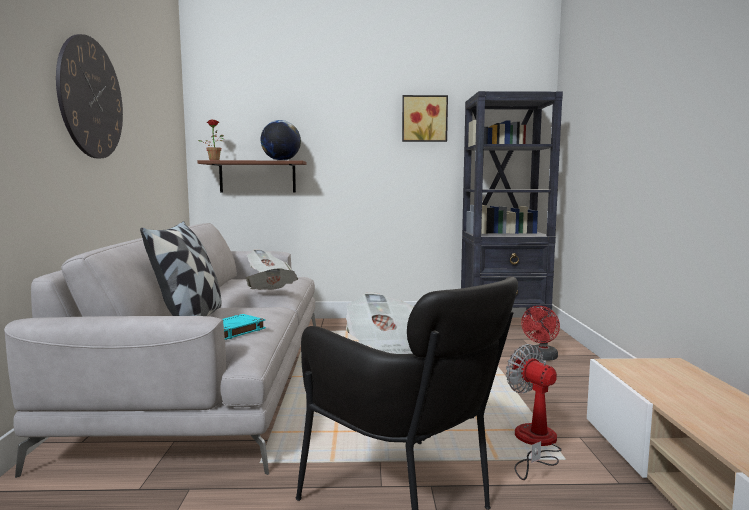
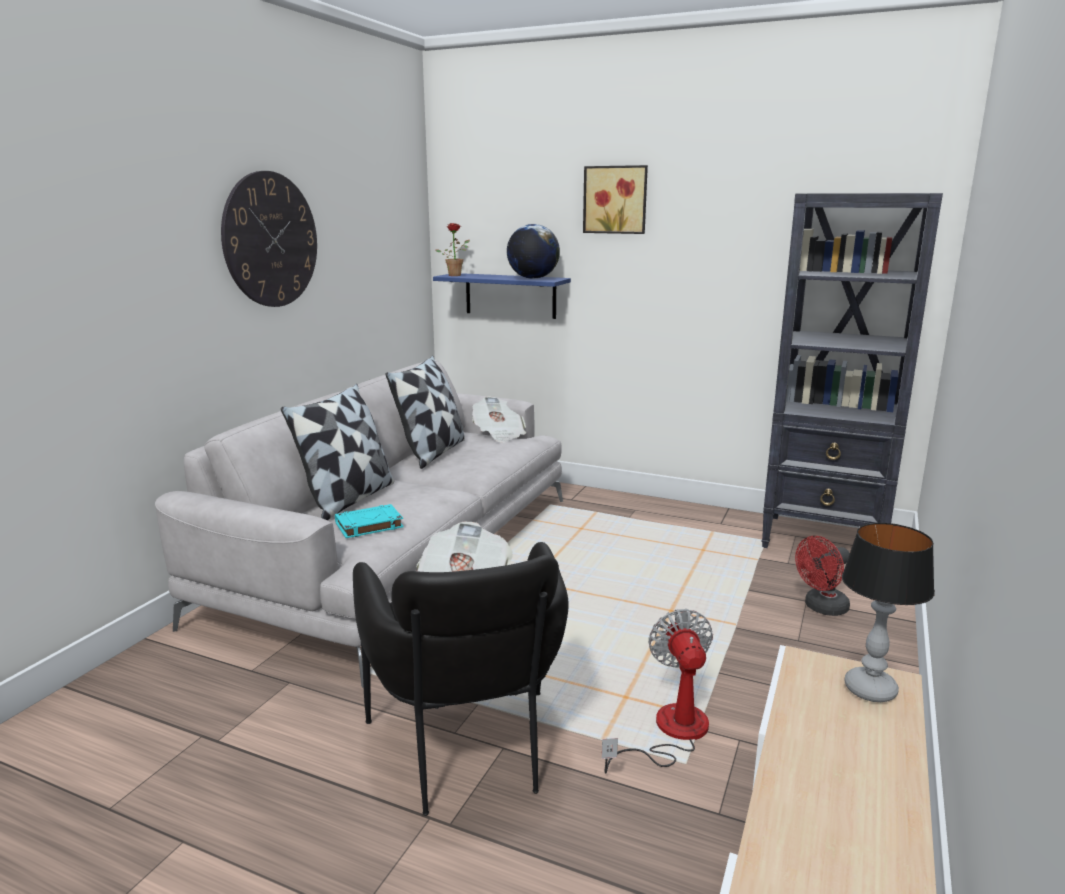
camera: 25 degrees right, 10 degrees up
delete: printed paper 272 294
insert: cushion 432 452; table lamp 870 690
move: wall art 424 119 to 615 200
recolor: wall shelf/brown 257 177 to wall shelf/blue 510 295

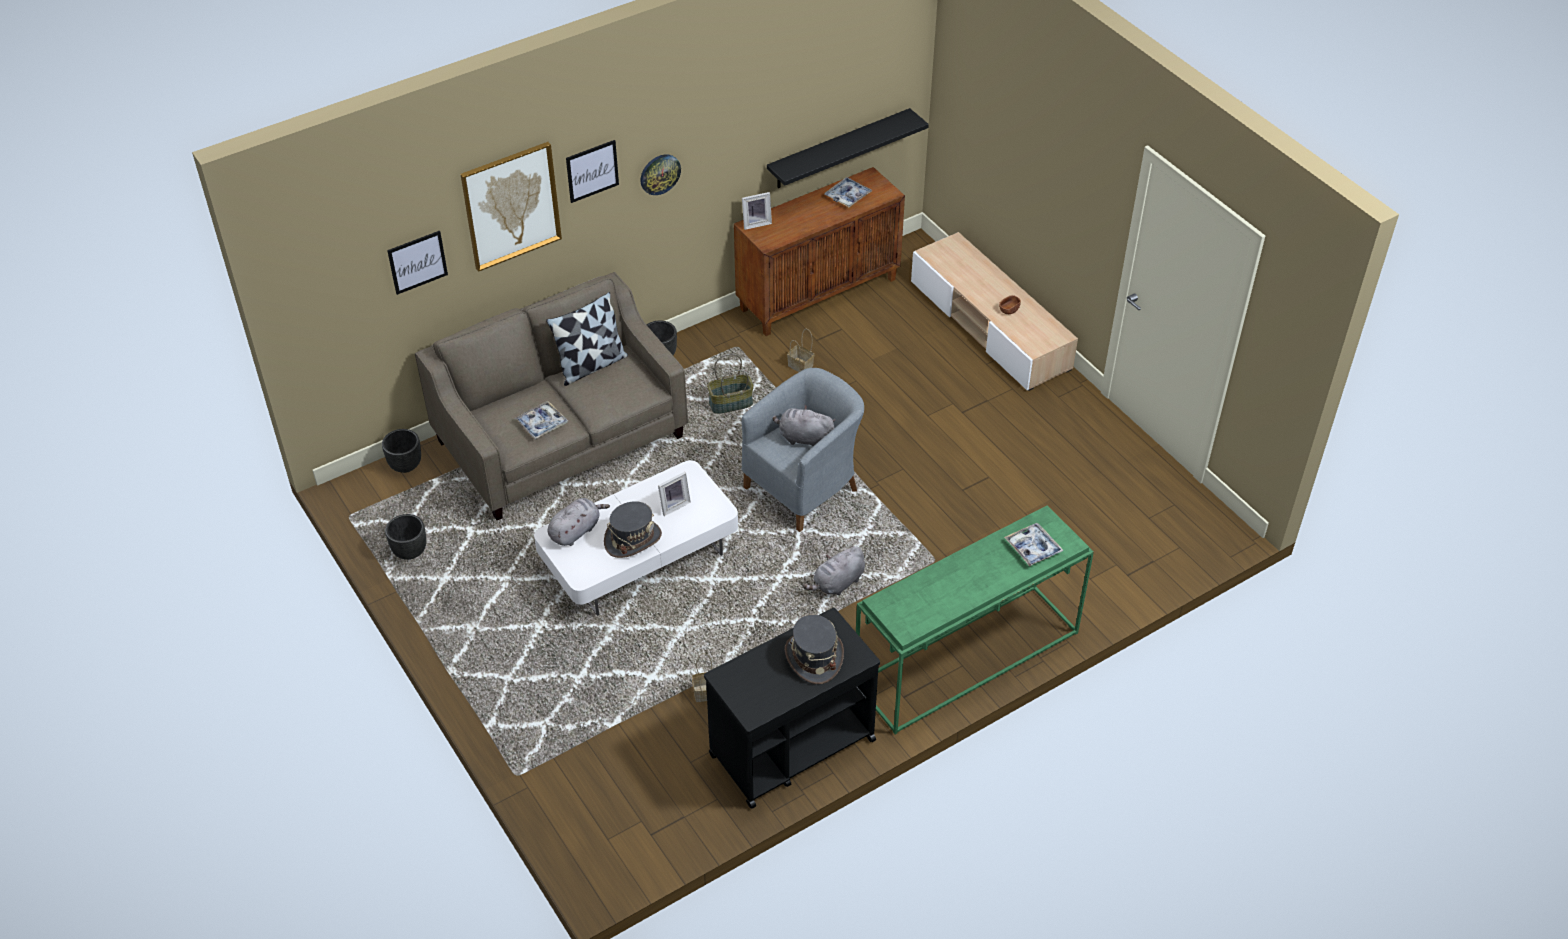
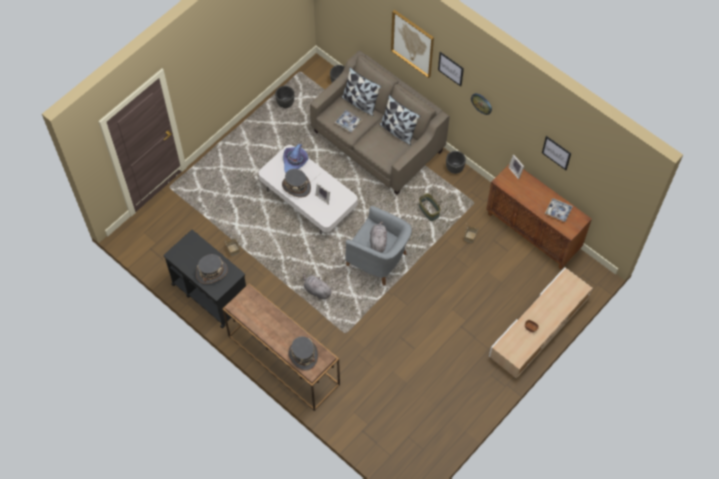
camera: 75 degrees right, 15 degrees up
delete: wall shelf/blackish 839 149
insert: cushion 360 103
move: wall art 417 262 to 556 152
replace: plush toy/greyish 576 531 to hat/purple 295 161; carrying tray 1033 548 to hat/greyish 303 355
recolor: narrow table/green-coloured 966 660 to narrow table/brown 282 360

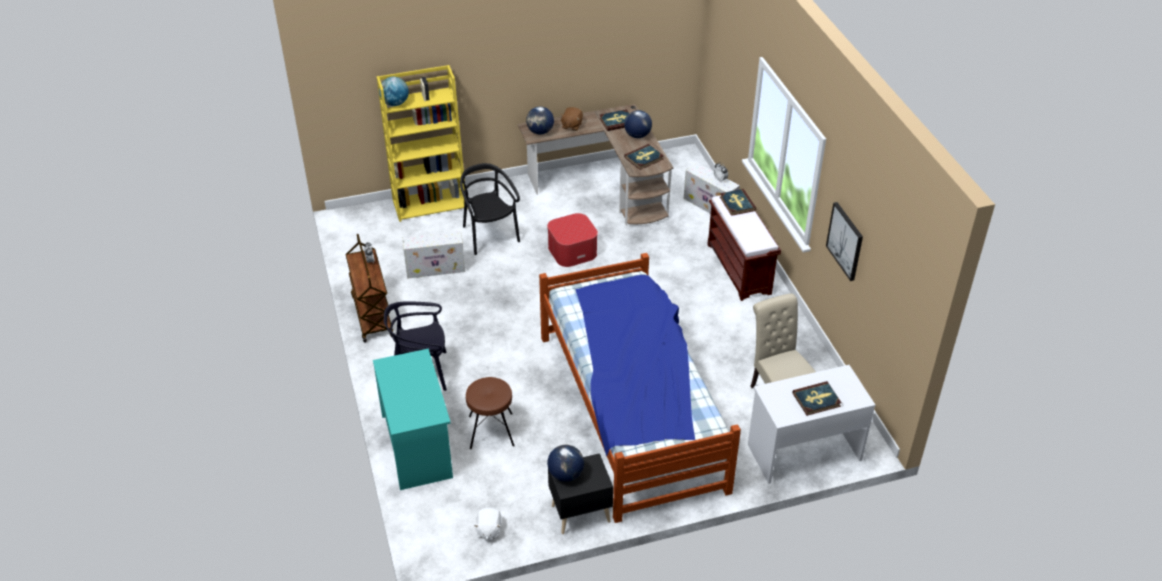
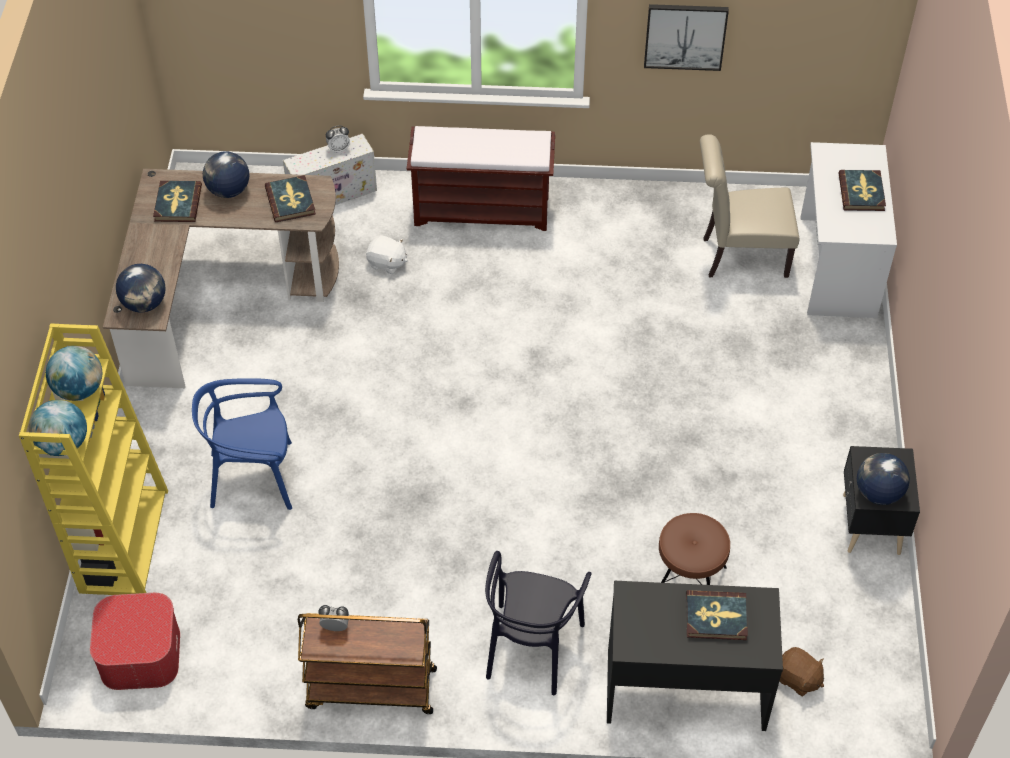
camera: 70 degrees left, 10 degrees up
delete: storage box/whitish 436 269; sleeping bed 632 410
insert: globe 79 390
move: footrest 572 250 to 140 653; plush toy/whitish 488 530 to 387 263; volume 737 204 to 716 617; plush toy/brown 571 125 to 798 679
recolor: upright chair/blackish 489 235 to upright chair/blue 253 477; desk/blue-green 418 445 to desk/blackish 685 688

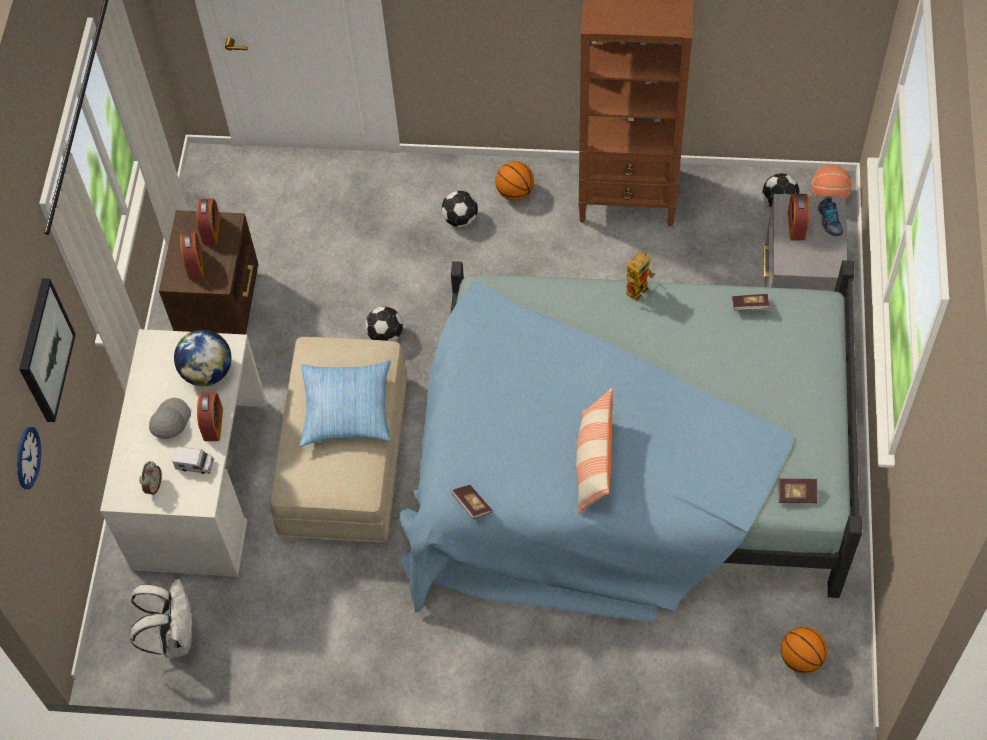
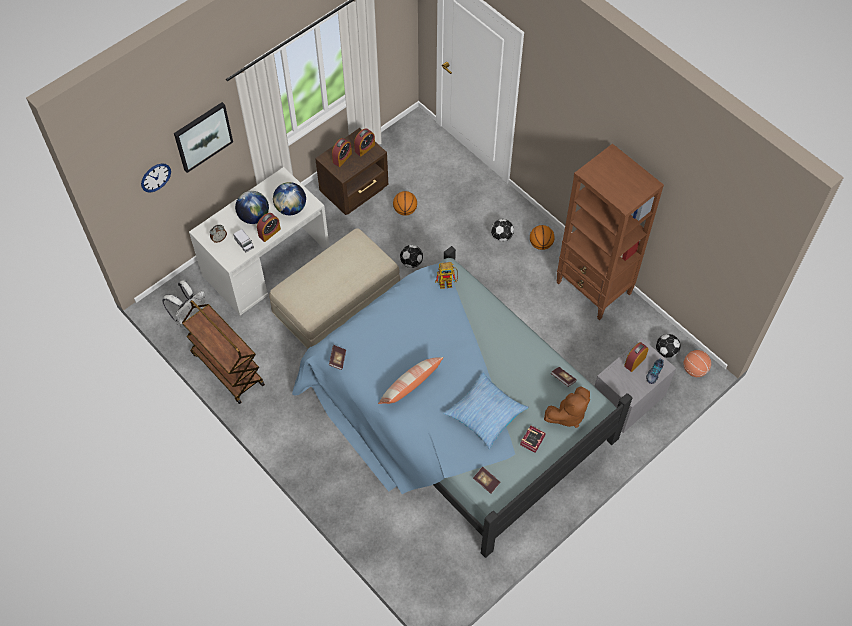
camera: 40 degrees right, 0 degrees up
insert: trolley/brown 227 369; volume 533 439; plush toy/brown 568 415
move: basketball ball 801 658 to 405 210; model robot 638 287 to 448 283; cushion 347 409 to 485 414
replace: peaked cap/greyish 169 421 to globe 254 217

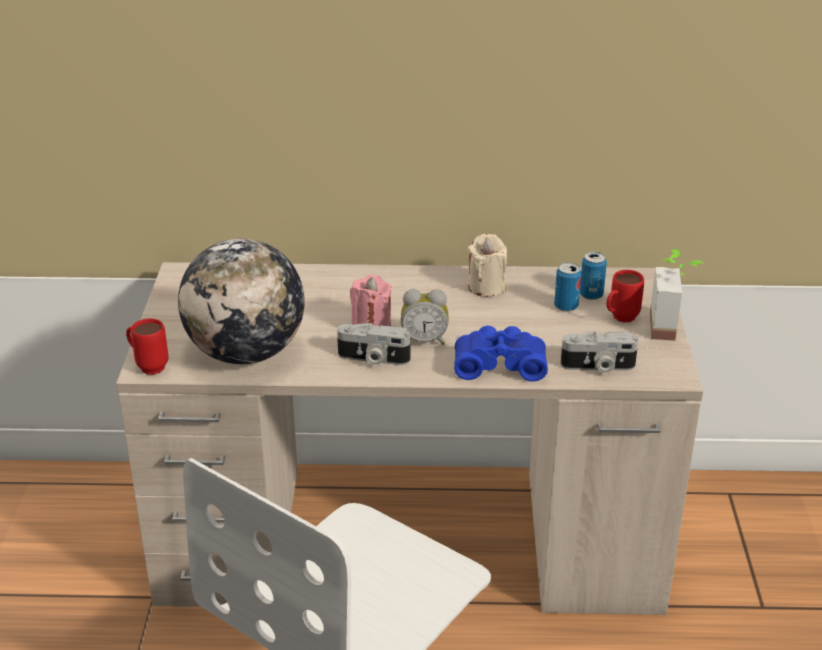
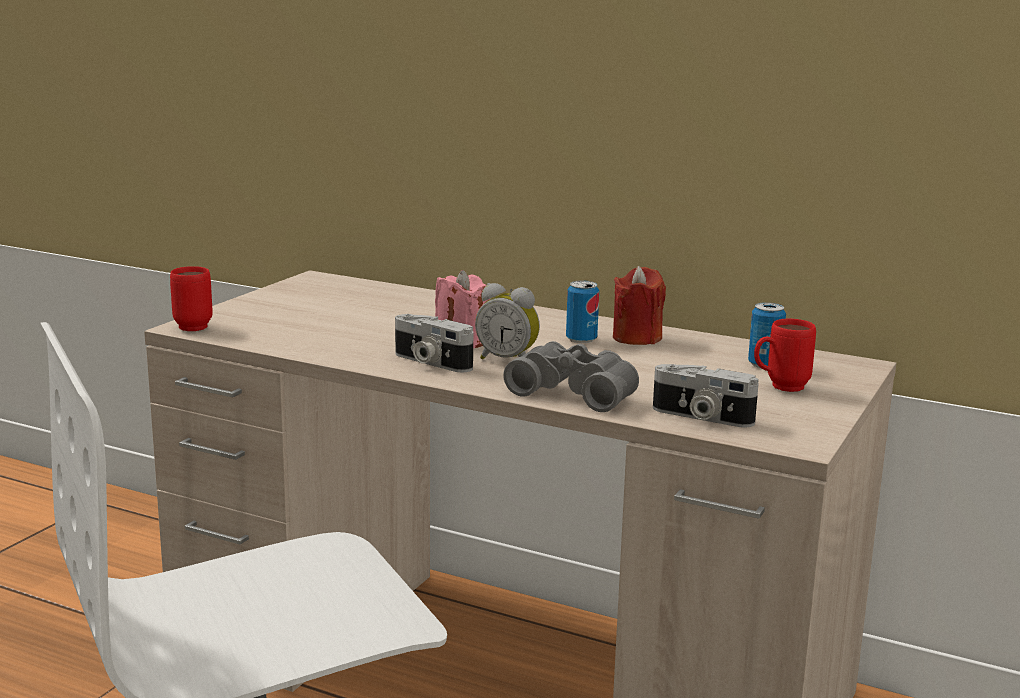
camera: 25 degrees right, 15 degrees down
delete: globe 246 353; potted plant 672 327
move: sealed can 566 306 to 581 339
recolor: field glasses/blue 499 363 to field glasses/greyish 575 392; candle/beige 486 287 to candle/red 637 338

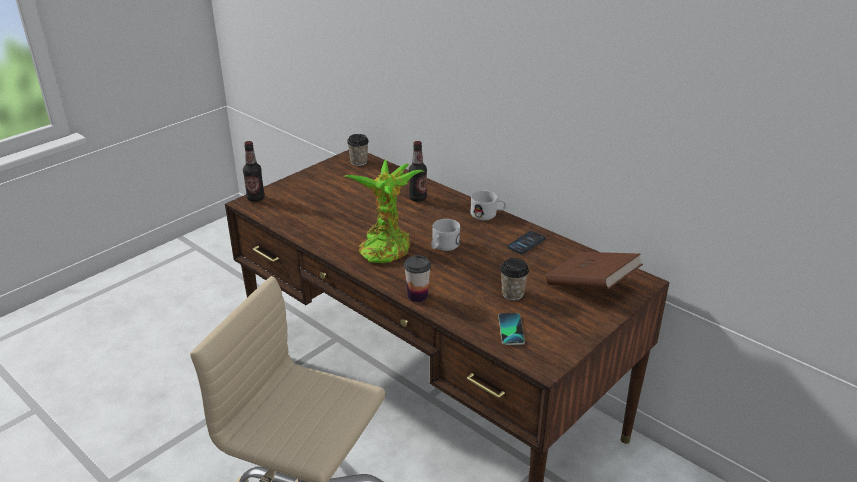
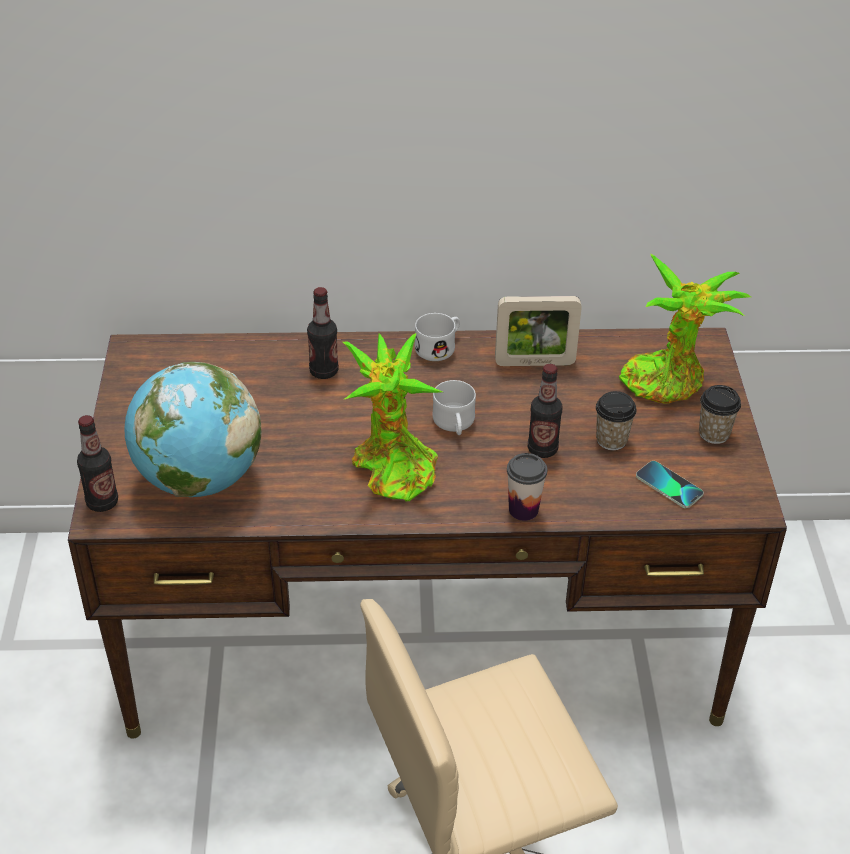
camera: 45 degrees left, 10 degrees up
insert: globe 198 479; beverage bottle 542 449
move: cup 359 162 to 714 433
replace: telephone 526 243 to standing frame 534 363; volume/brown 591 286 to potted plant 668 380

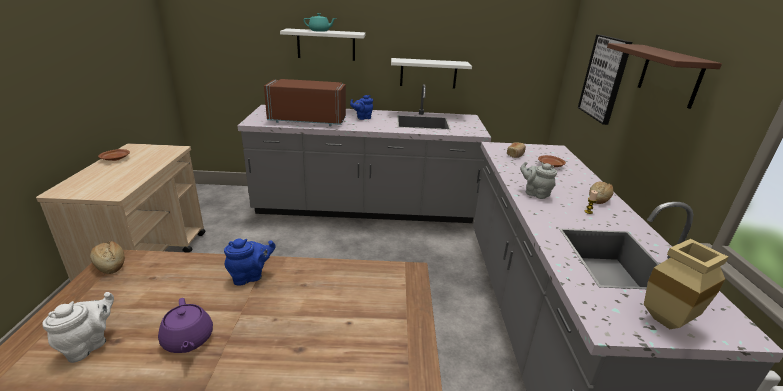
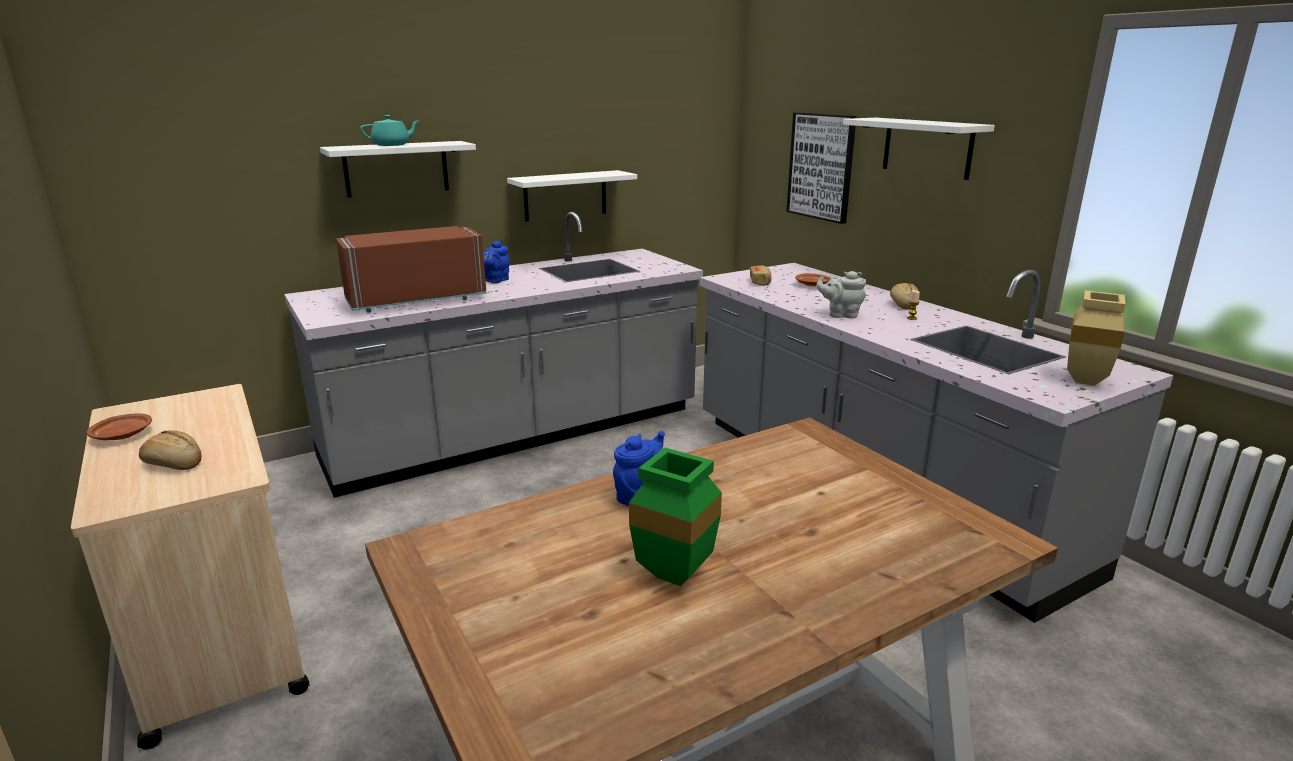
camera: 30 degrees left, 5 degrees down
delete: tea pot/whitish 89 345
move: baked bread 110 264 to 173 464
replace: tea pot/purple 188 340 to flower vase/green-coloured 679 575
recolor: wall shelf/brown 669 75 to wall shelf/whitish 927 147

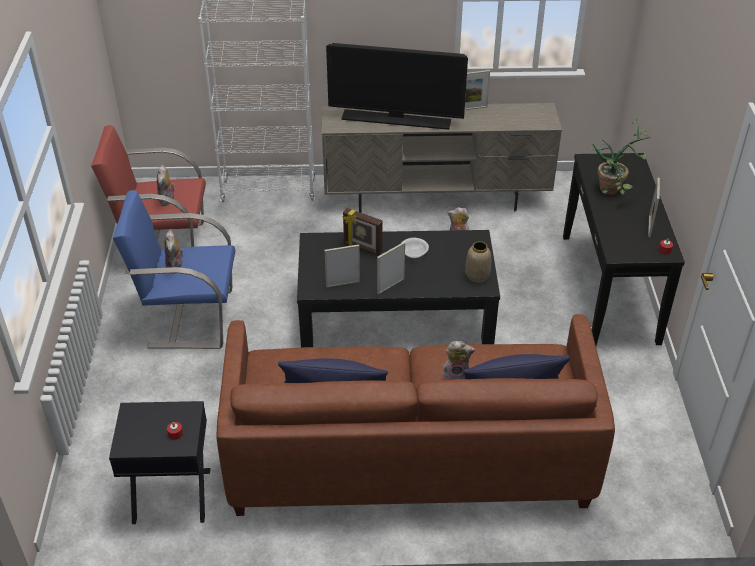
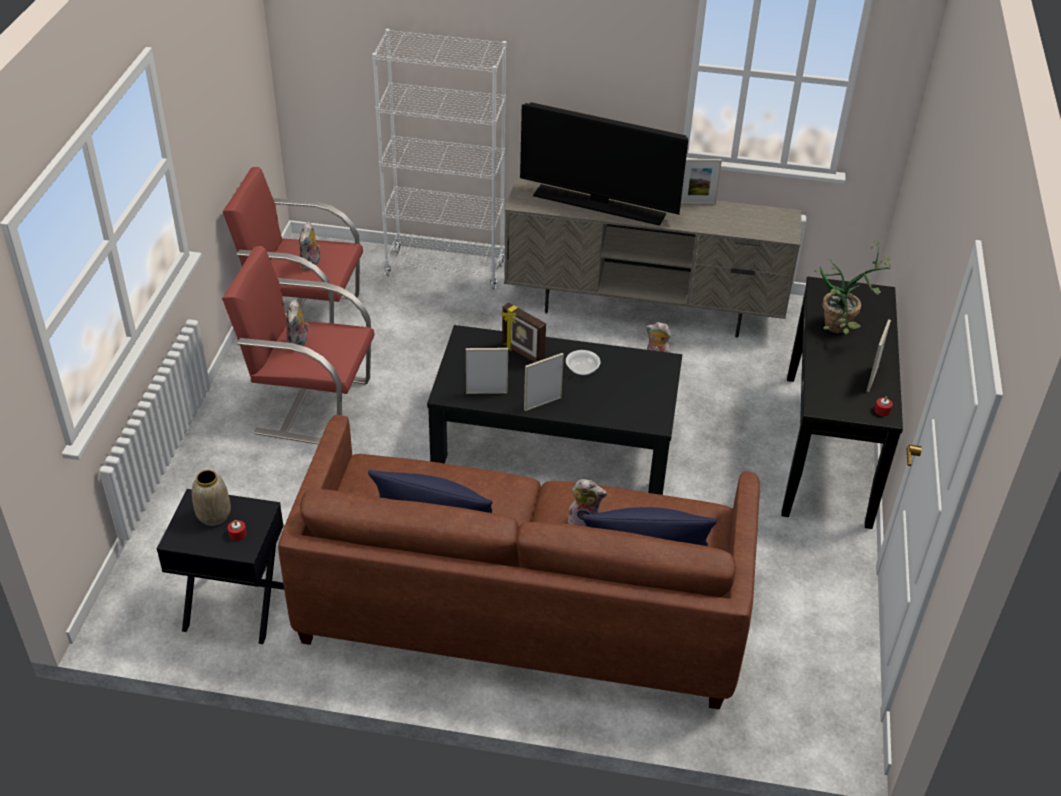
camera: 10 degrees right, 0 degrees up
move: flower vase 477 276 to 213 515
recolor: lounge chair/blue 189 317 to lounge chair/red 311 406

